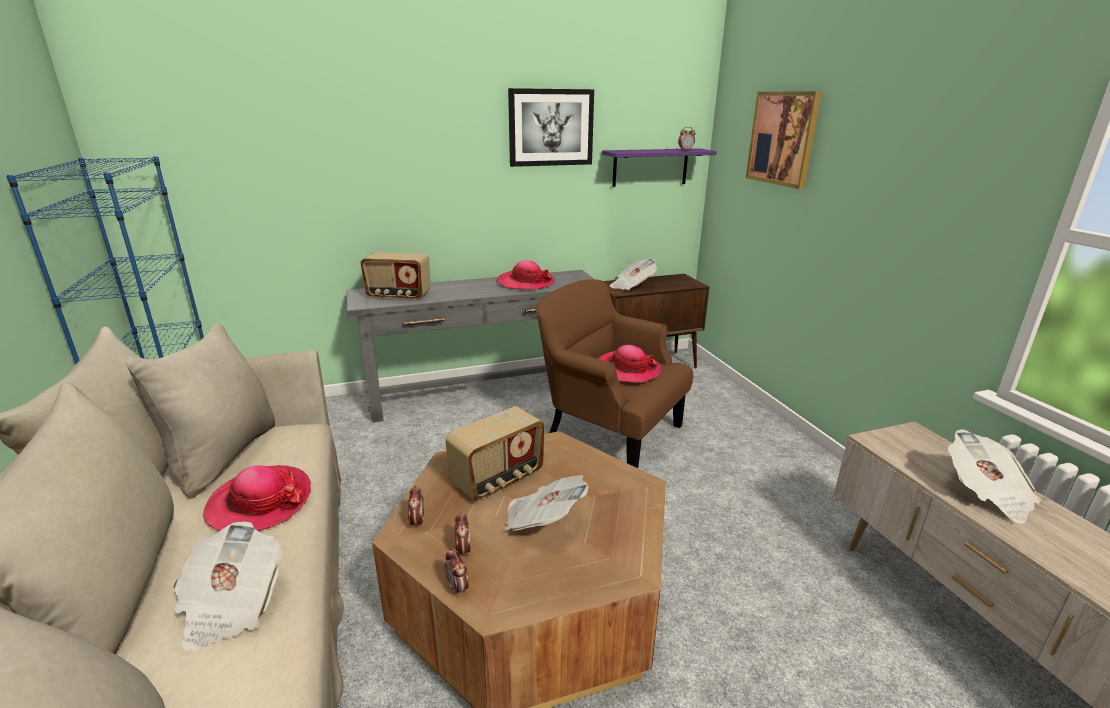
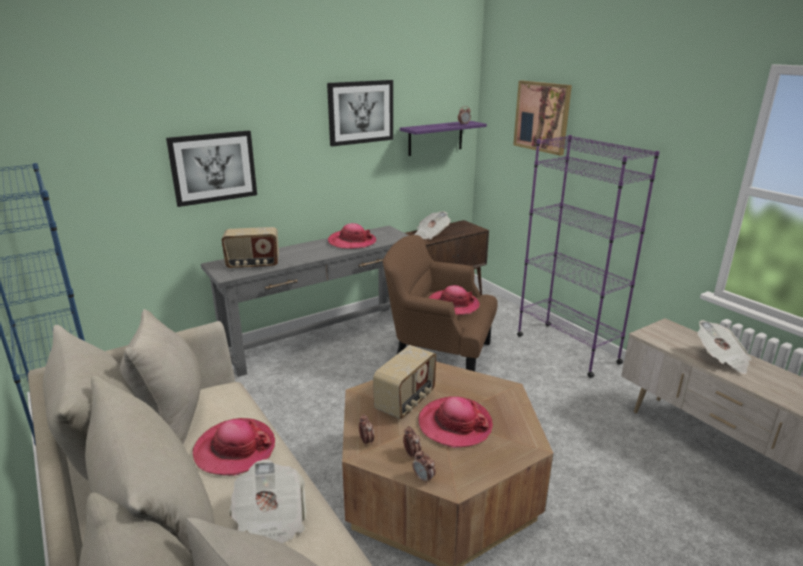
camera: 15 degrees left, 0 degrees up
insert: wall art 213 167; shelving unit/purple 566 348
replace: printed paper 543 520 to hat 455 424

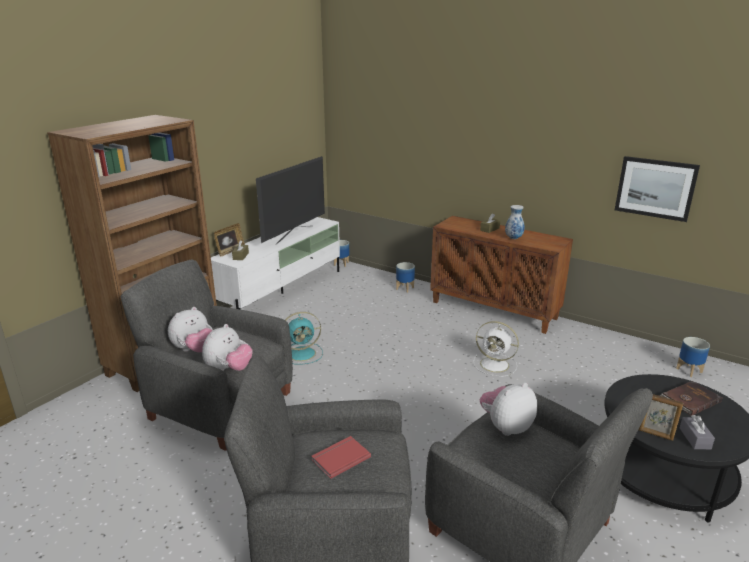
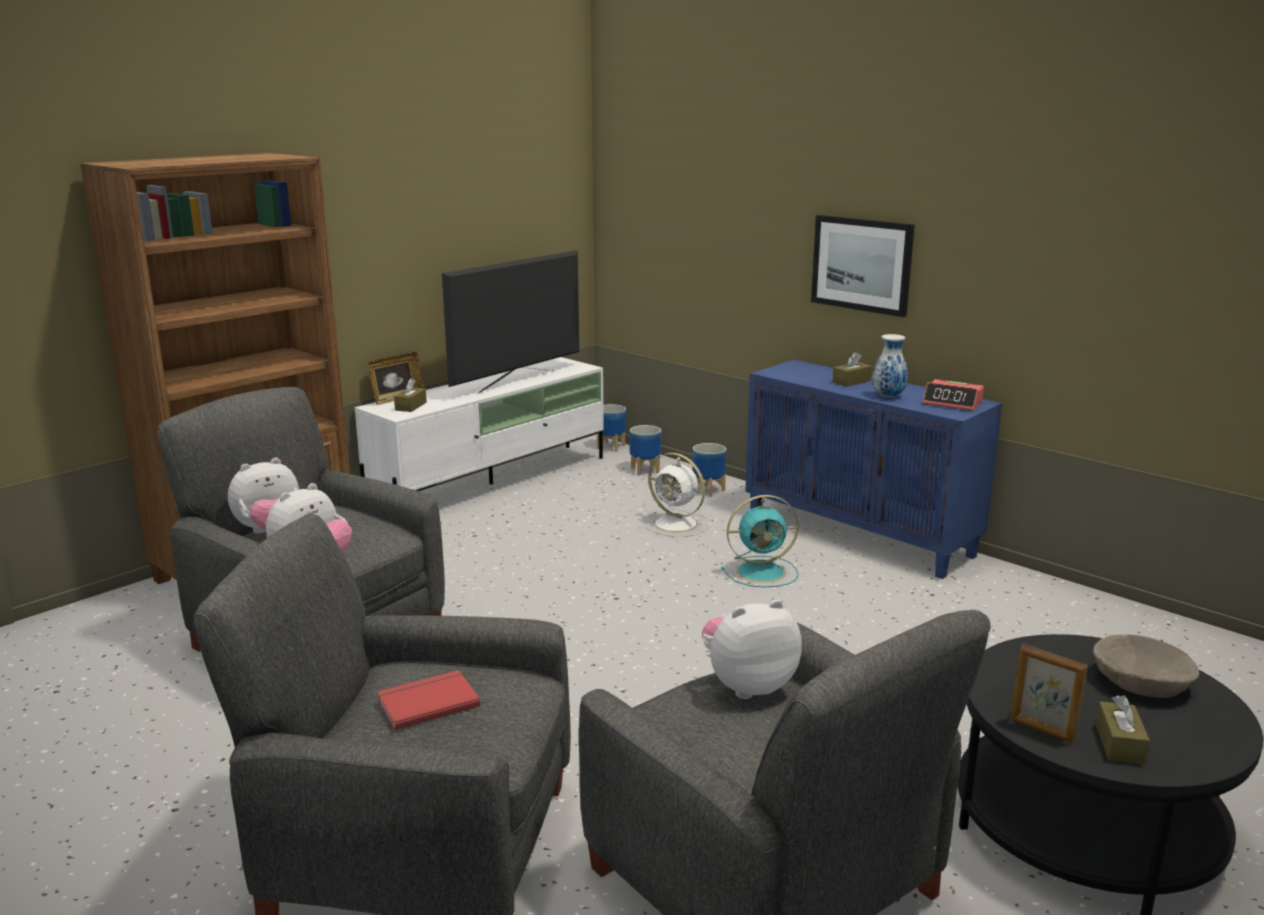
camera: 10 degrees right, 5 degrees down
insert: table clock 953 403
move: plant pot 689 370 to 645 470; electric fan/whitish 496 365 to 677 524; electric fan/blue-green 303 353 to 763 572; wall art 655 188 to 862 264
replace: volume/brown 689 400 to deep dish/beige 1140 682
recolor: storage cabinet/brown 494 310 to storage cabinet/blue 860 534; tissue holder/greyish 695 438 to tissue holder/brown 1119 744

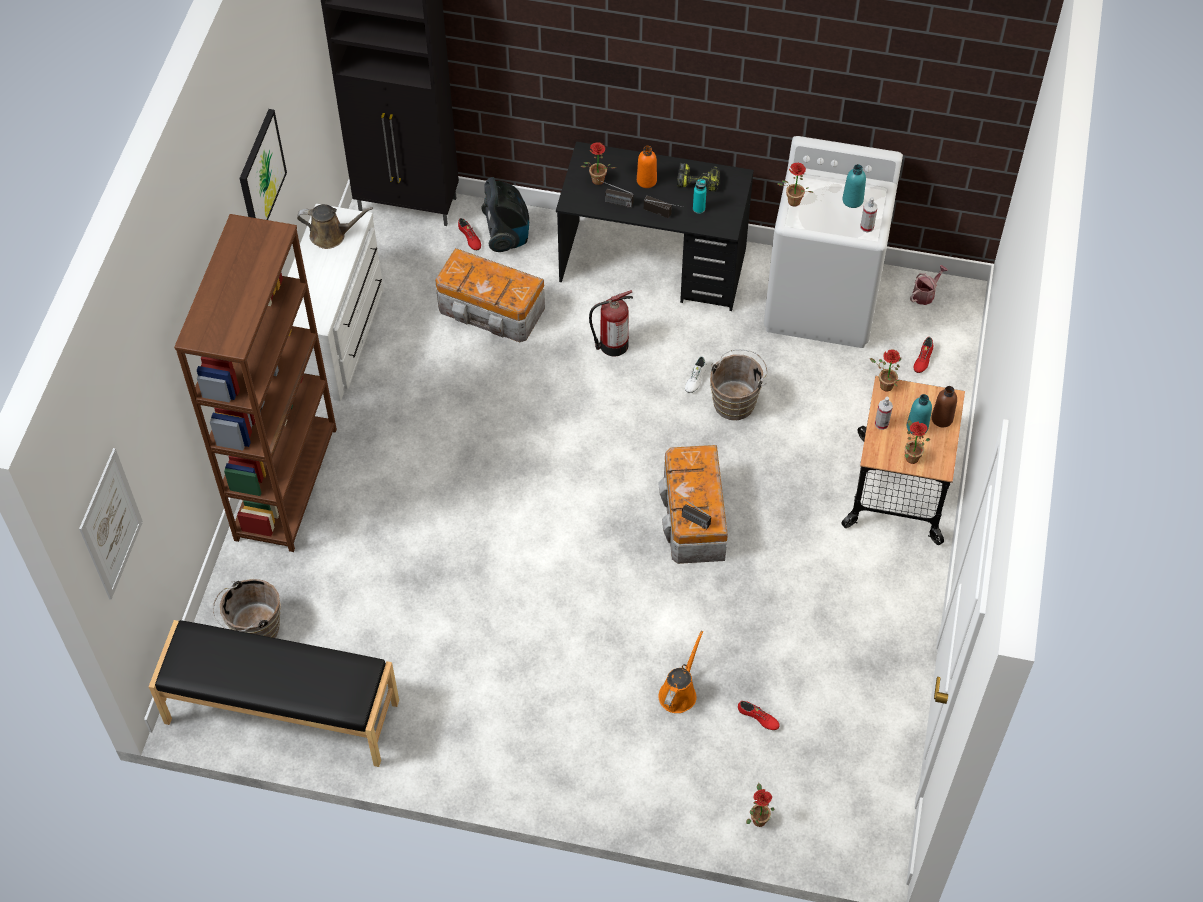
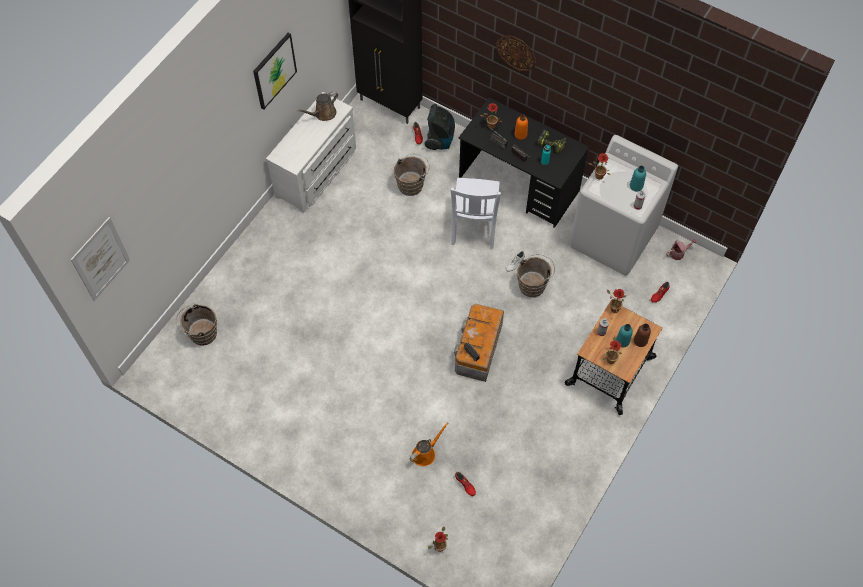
camera: 20 degrees right, 5 degrees up
delete: bench/blackish 281 713; shelving unit/brown 286 483
insert: wall clock 516 52
replace: storage box 492 311 to water bucket/brown 412 184; extinguisher 612 345 to upright chair/whitish 474 227
rotate: watering can/brown 331 235 = 323 114 120 degrees clockwise

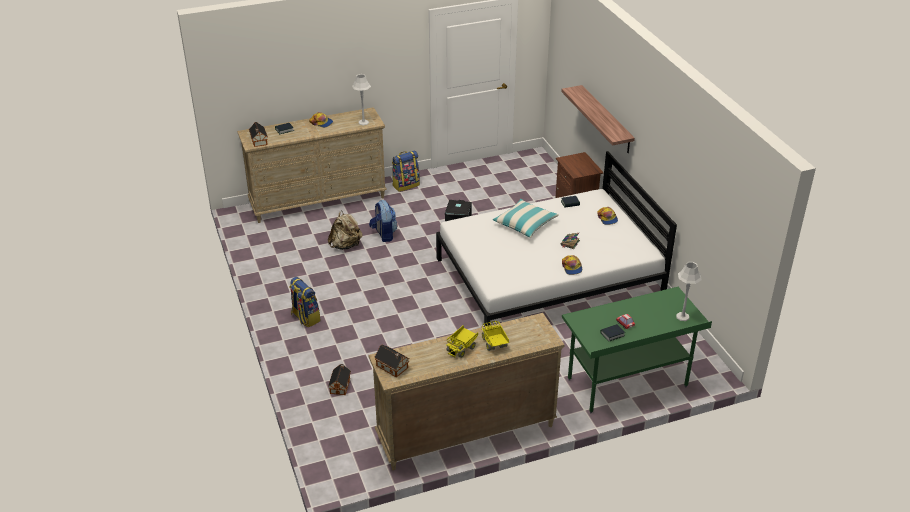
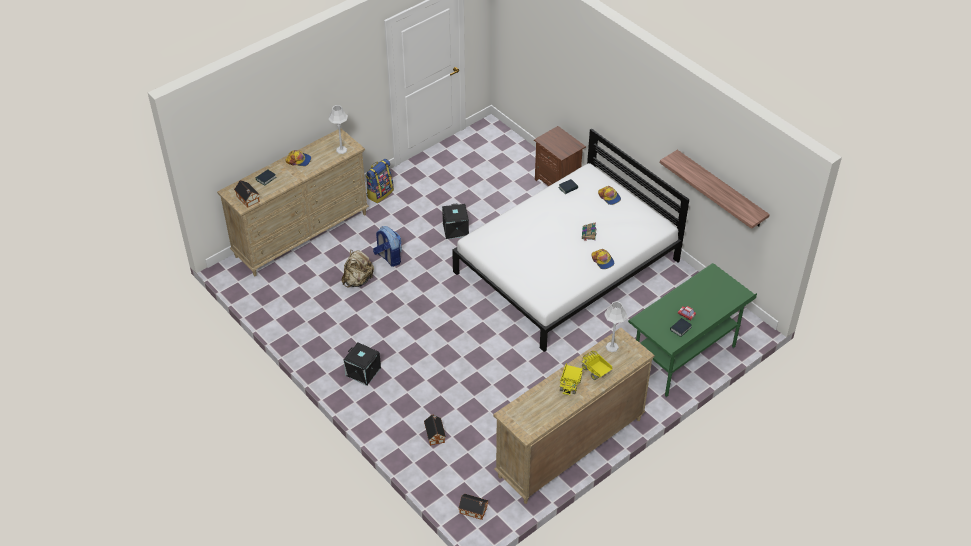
camera: 20 degrees left, 10 degrees up
delete: cushion 525 224
move: model house 393 367 to 474 510; table lamp/greyish 682 316 to 612 347; wall shelf 606 119 to 720 189
replace: backpack 305 318 to storage box/blackish 362 372

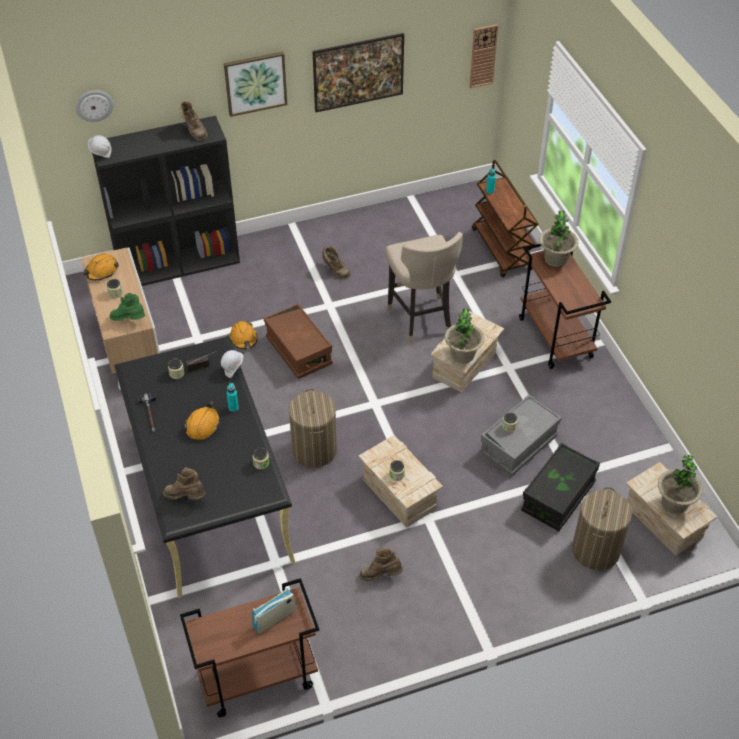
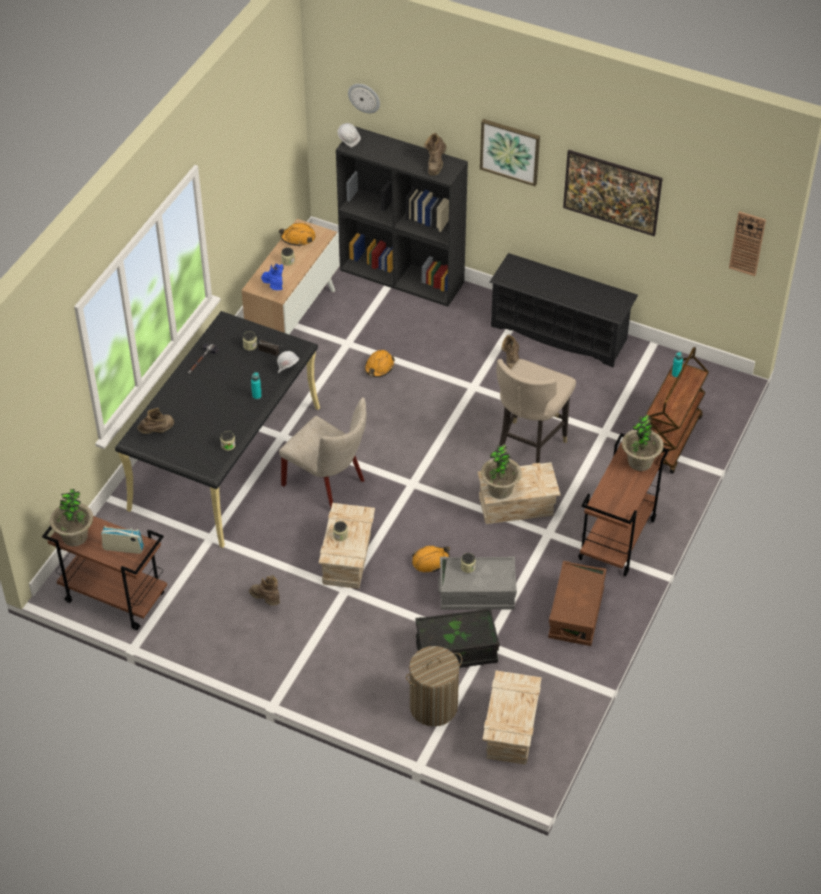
camera: 45 degrees right, 0 degrees up
insert: shoe rack/blackish 560 333
move: potted plant 674 503 to 75 536; work helmet/orange-coloured 203 425 to 430 561; storage box/brown 299 351 to 576 613
replace: washing basket 314 450 to upright chair/beige 328 484
recolor: tall boot/green-coloured 129 320 to tall boot/blue 274 287
rotate: tall boot/brown 186 497 = 157 431 75 degrees clockwise

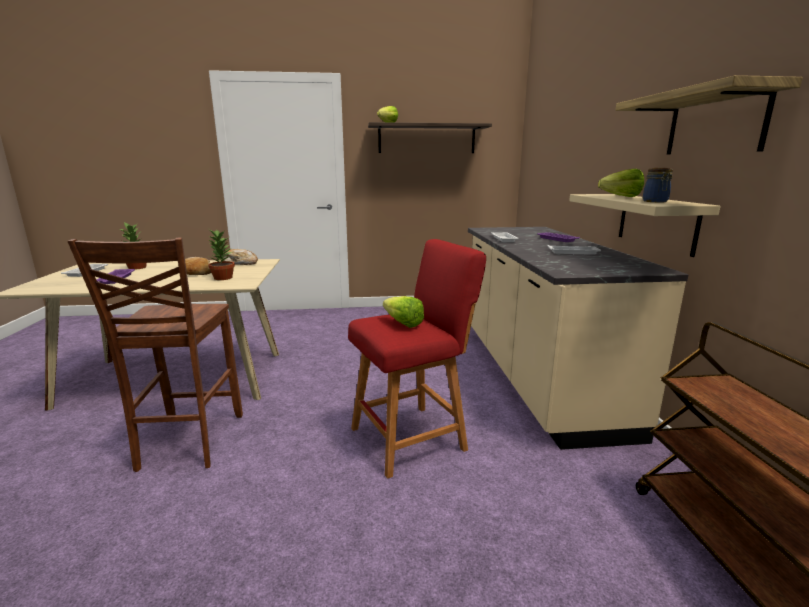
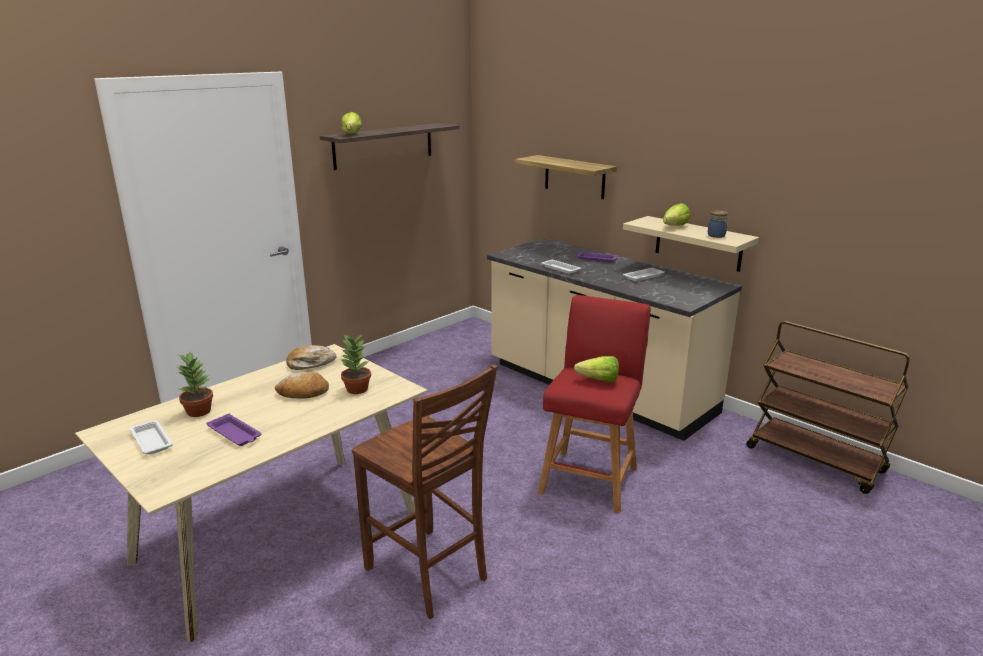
camera: 40 degrees left, 5 degrees up
move: wall shelf 715 123 to 574 177

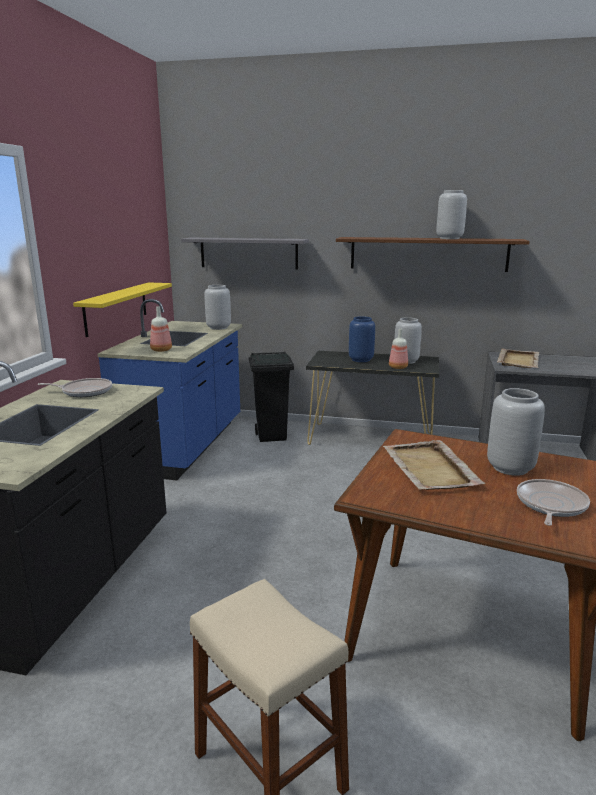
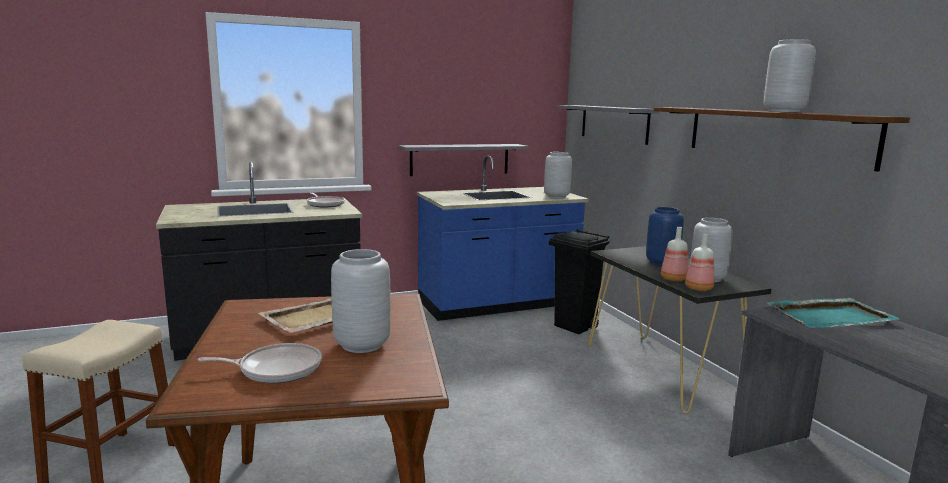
camera: 55 degrees right, 5 degrees down
move: beverage bottle 161 350 to 698 289
recolor: wall shelf/yellow 116 308 to wall shelf/greyish 460 159; carrying tray/beige 518 360 to carrying tray/blue-green 832 316

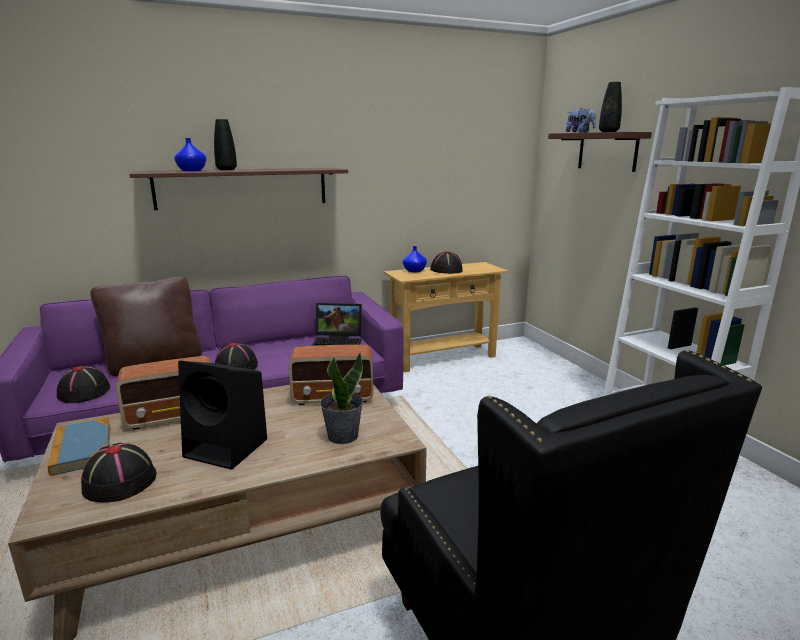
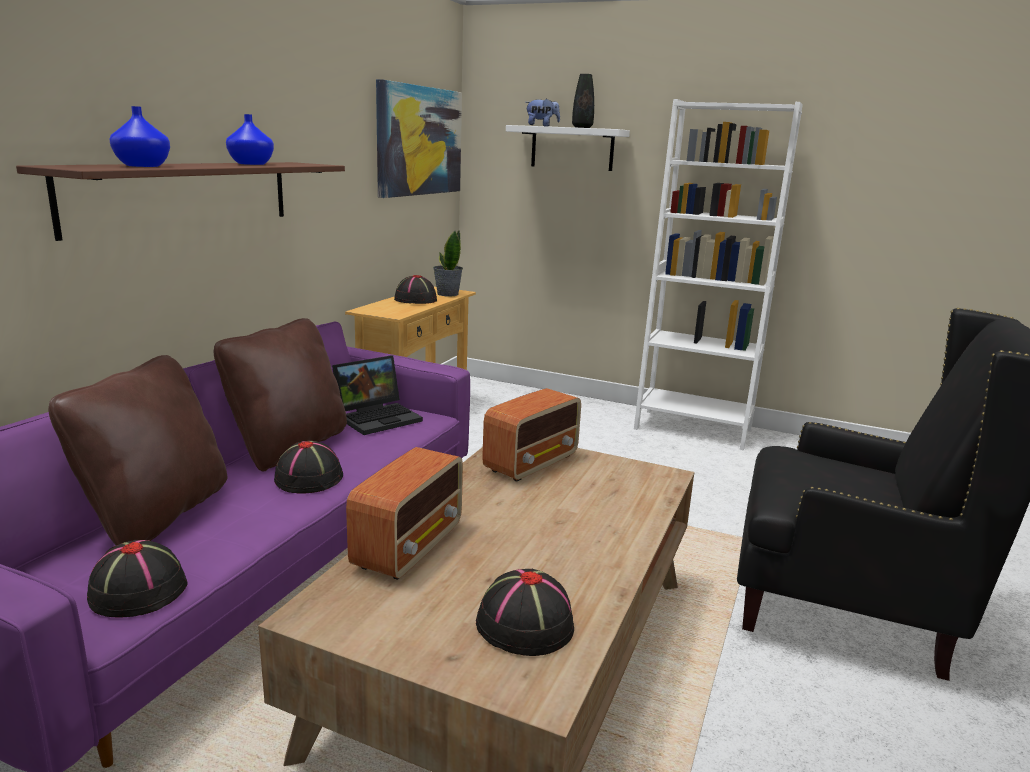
camera: 45 degrees left, 0 degrees up
delete: volume 82 449; audio speaker/blackish 228 448; flower vase/blackish 226 169
insert: cushion/brown 289 446; wall art 419 141
move: flower vase/blue 415 271 to 252 164; potted plant 342 435 to 447 294
recolor: wall shelf/brown 607 151 to wall shelf/whitish 572 148

